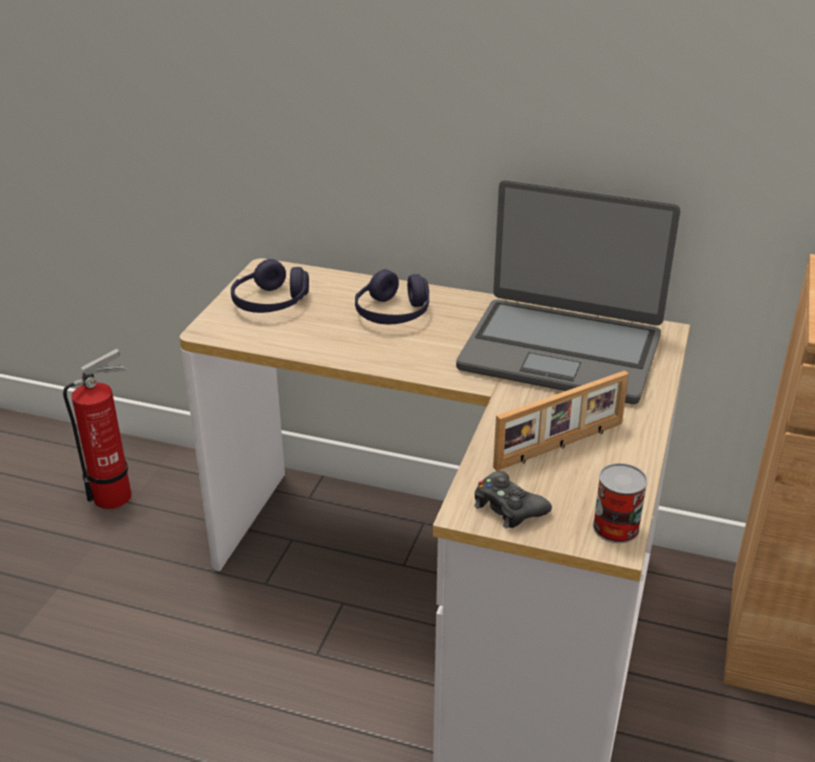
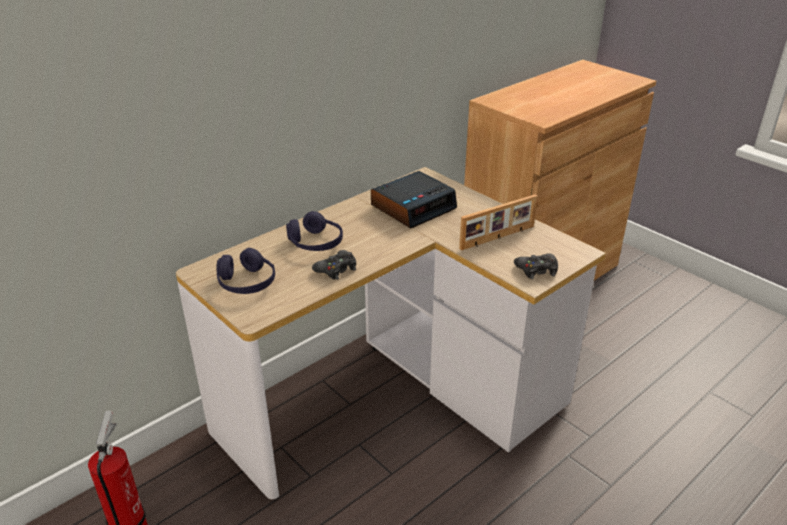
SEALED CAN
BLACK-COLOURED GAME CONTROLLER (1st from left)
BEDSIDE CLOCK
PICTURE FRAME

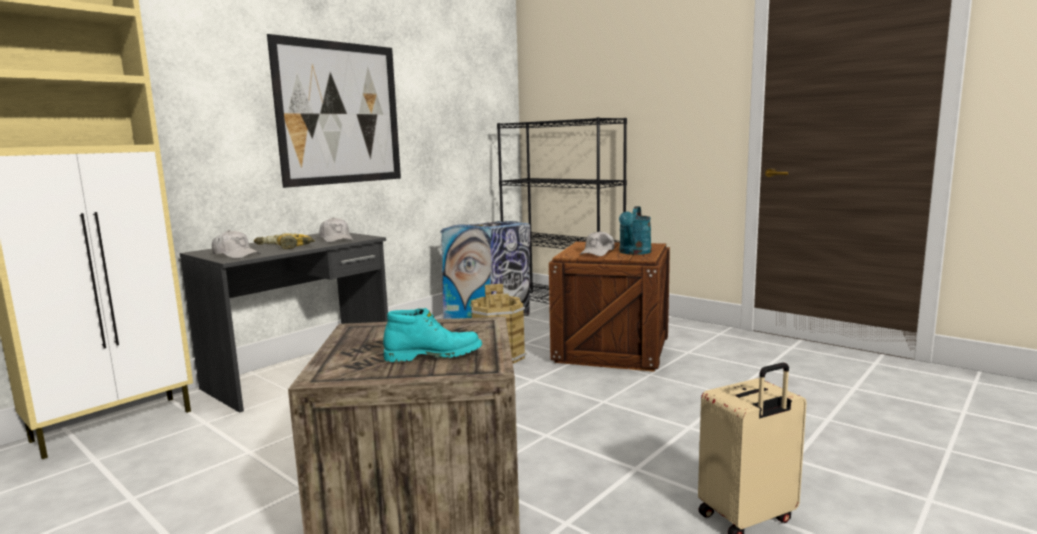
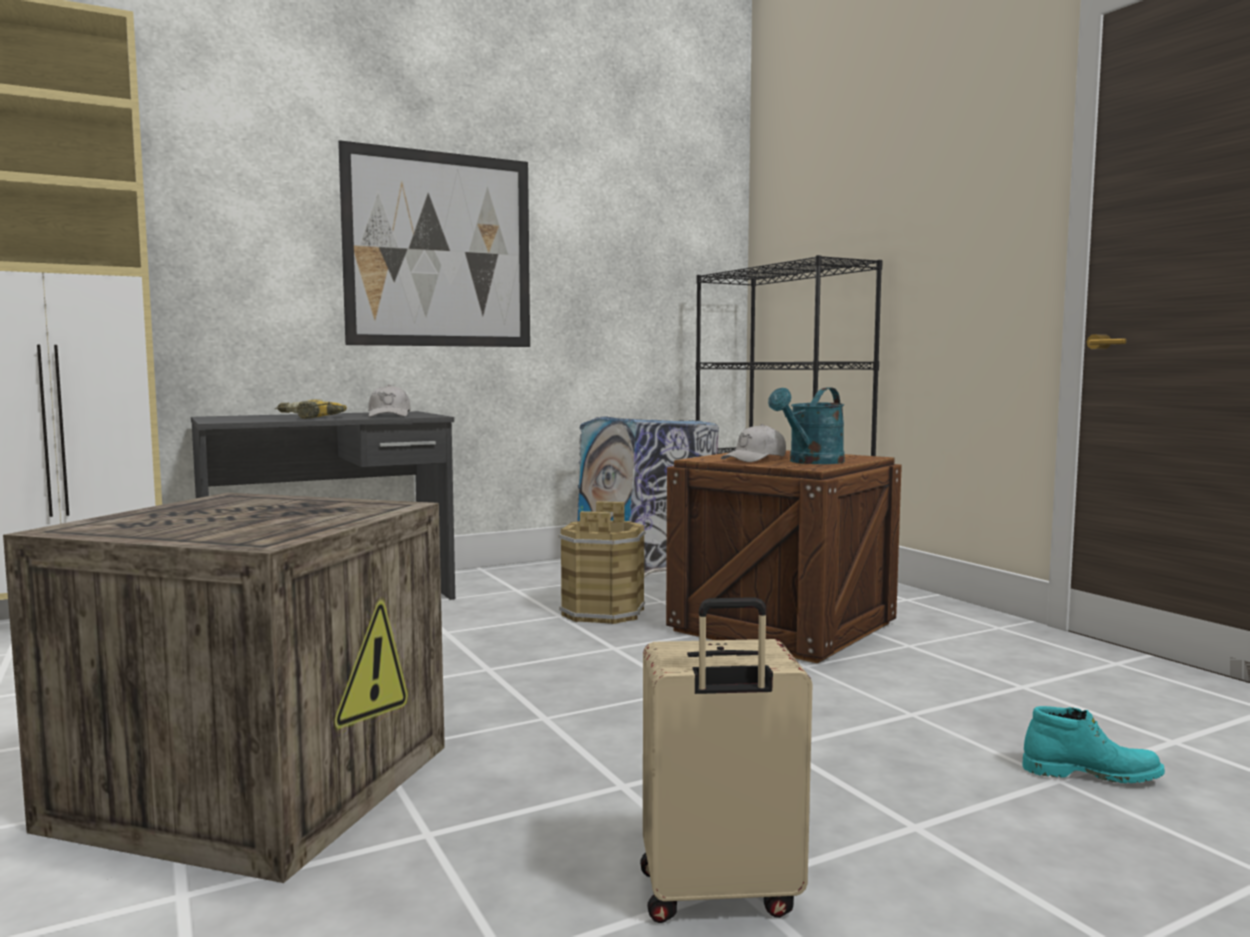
WHITE CAP (1st from left in the first image)
TURQUOISE HIGH-TOP BOOT

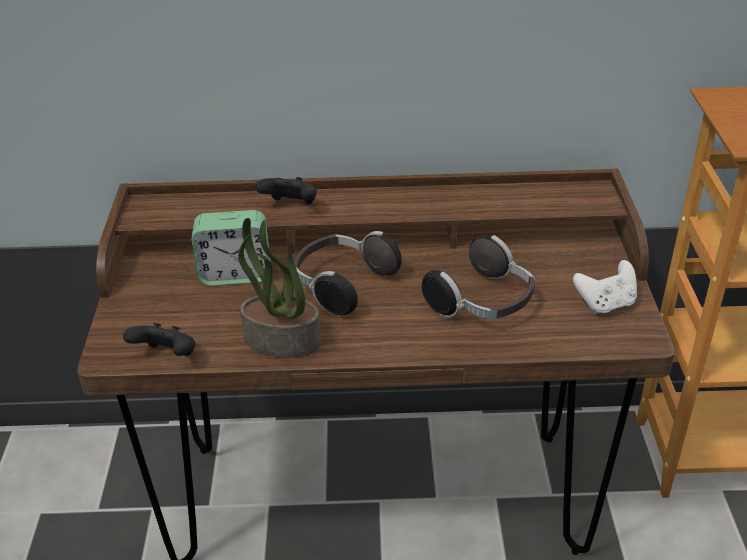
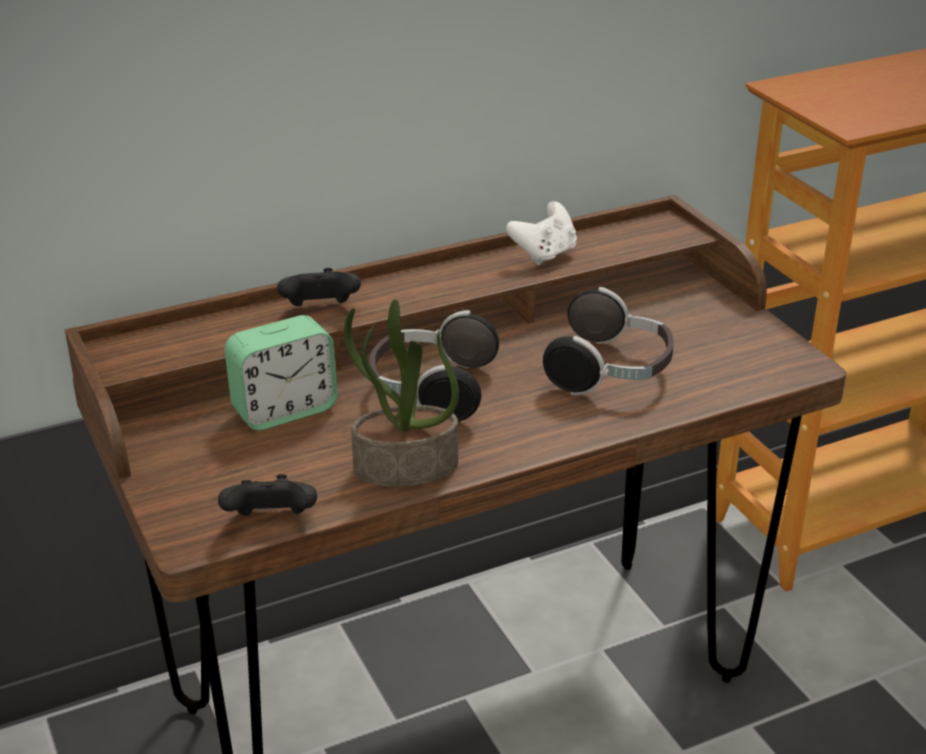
WHITE GAME CONTROLLER

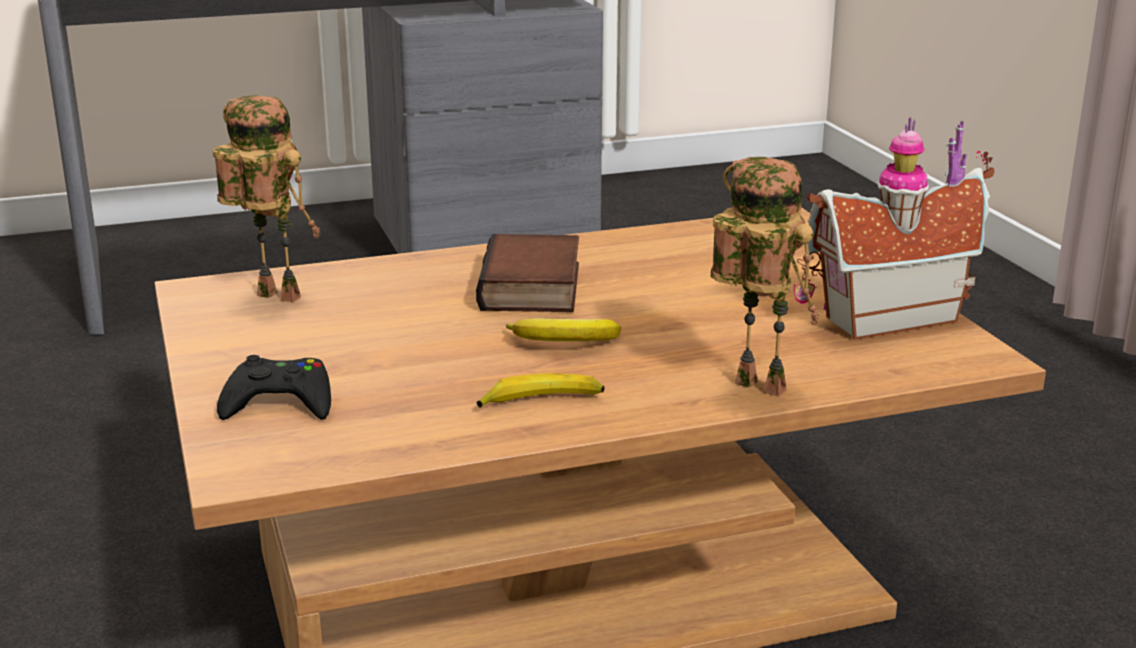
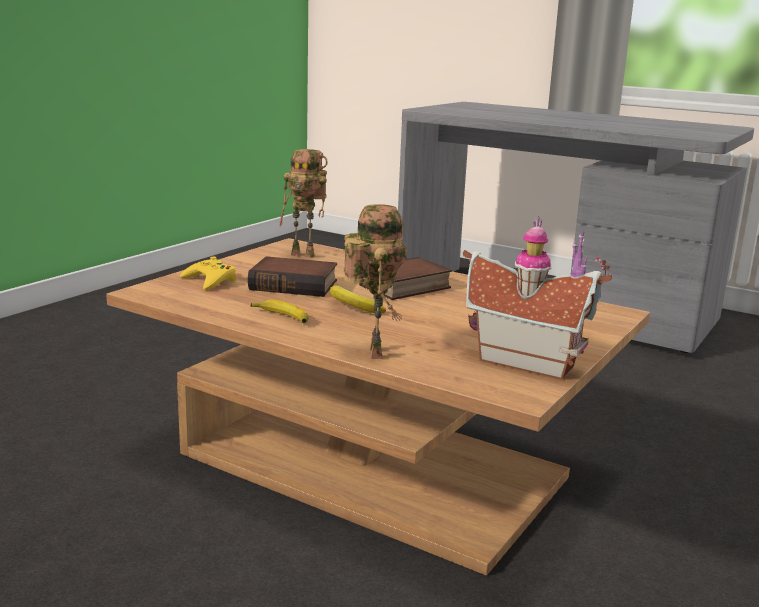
BOOK (1st from left)
YELLOW-COLOURED GAME CONTROLLER
ROBOT FIGURE (1st from left)

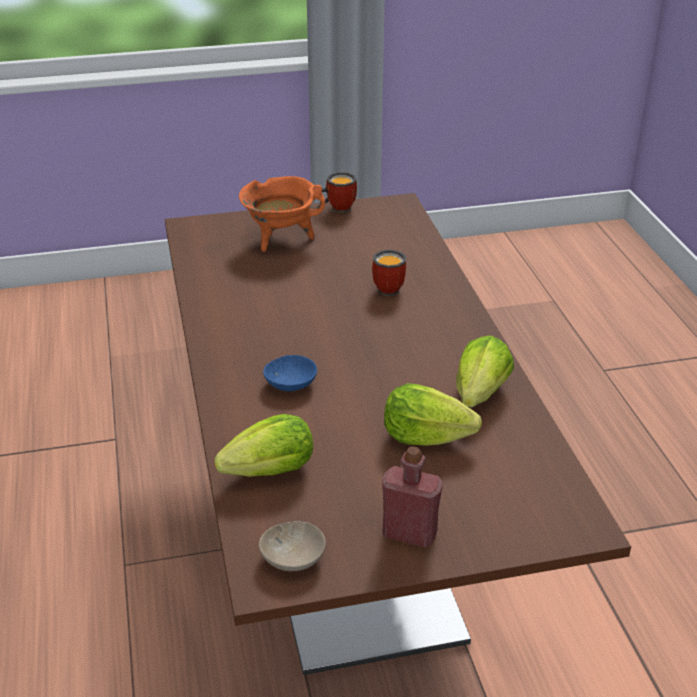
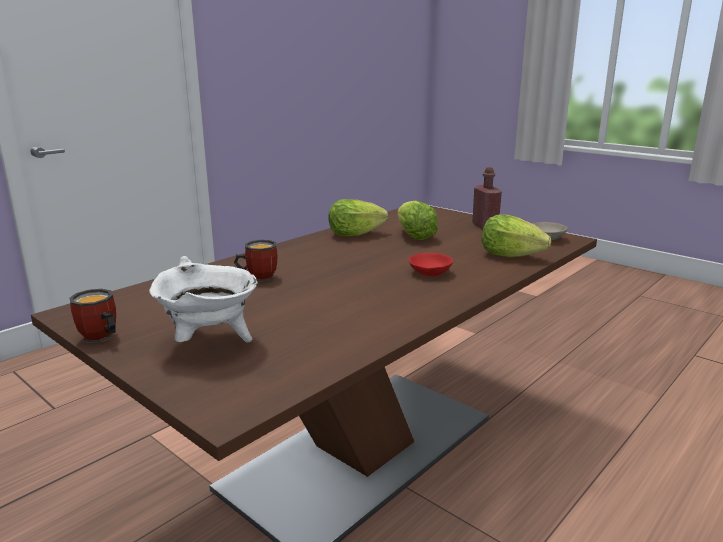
WHITE STOCKPOT
RED BOWL

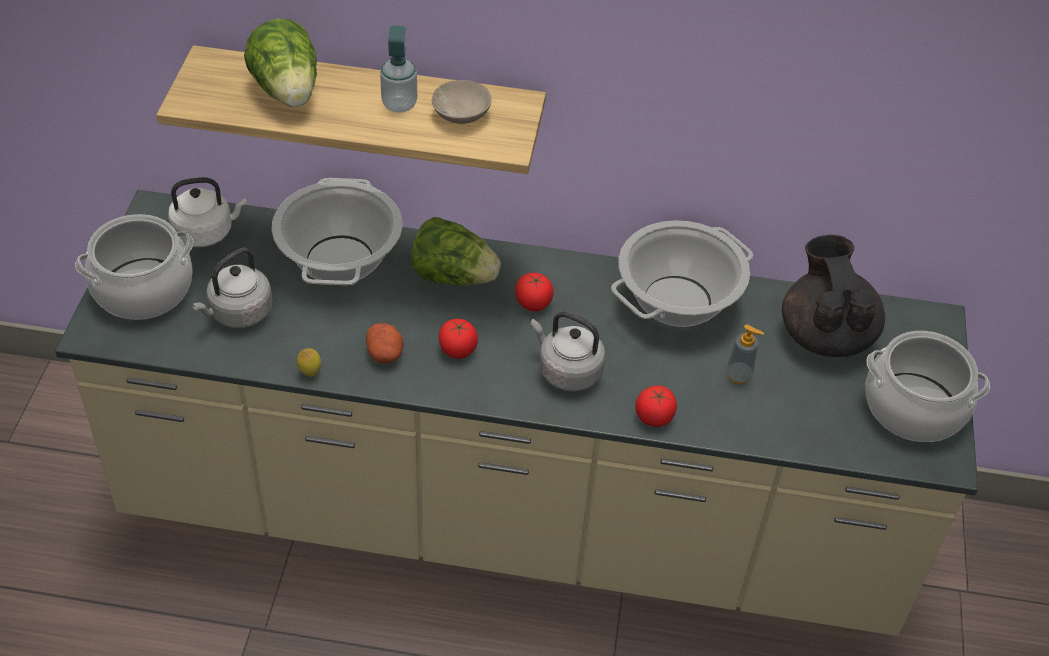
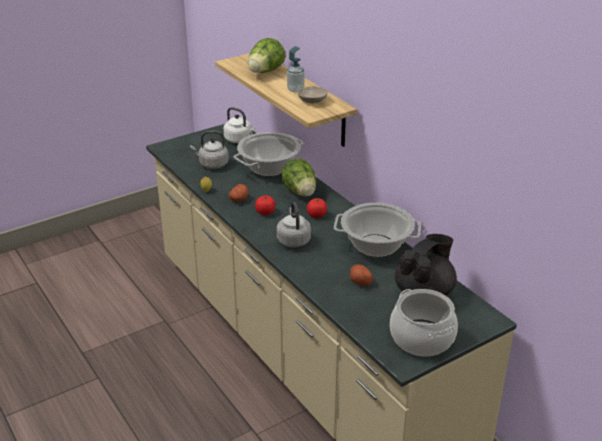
STOCKPOT (1st from left in the first image)
TOMATO (3rd from left in the first image)
SPUD (2nd from left)

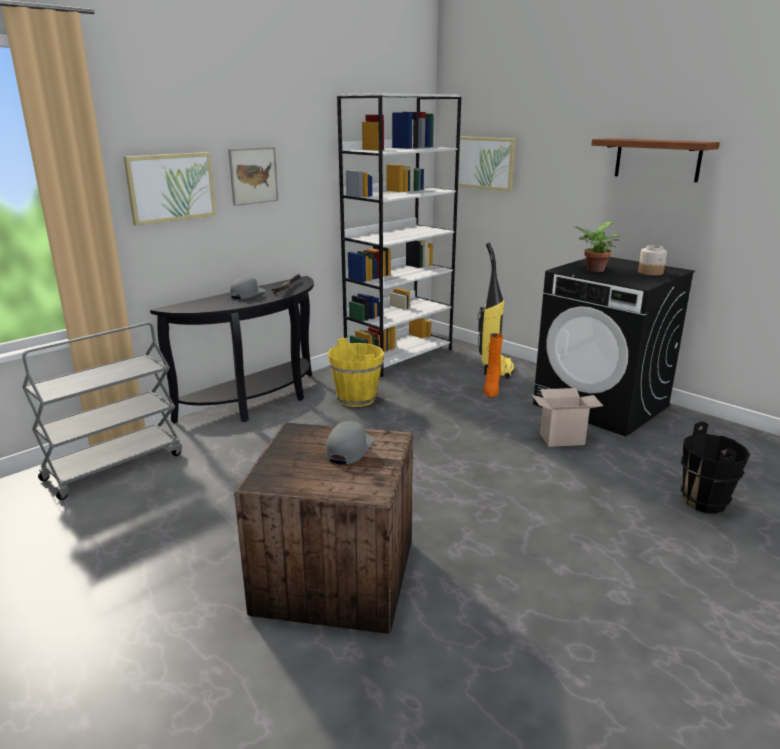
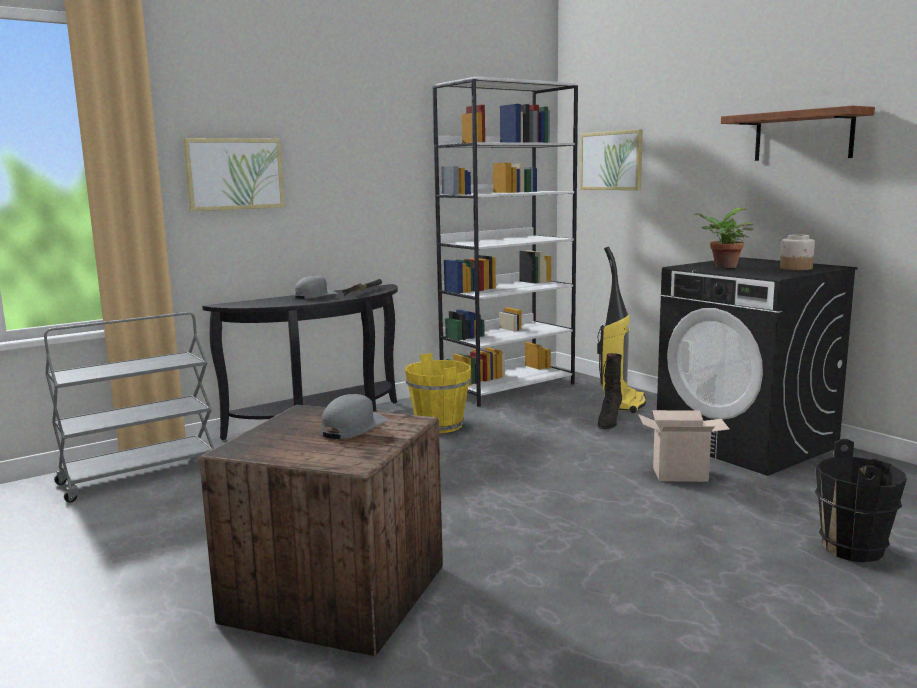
PICTURE (2nd from left in the first image)
BLACK-COLOURED HIGH-TOP BOOT

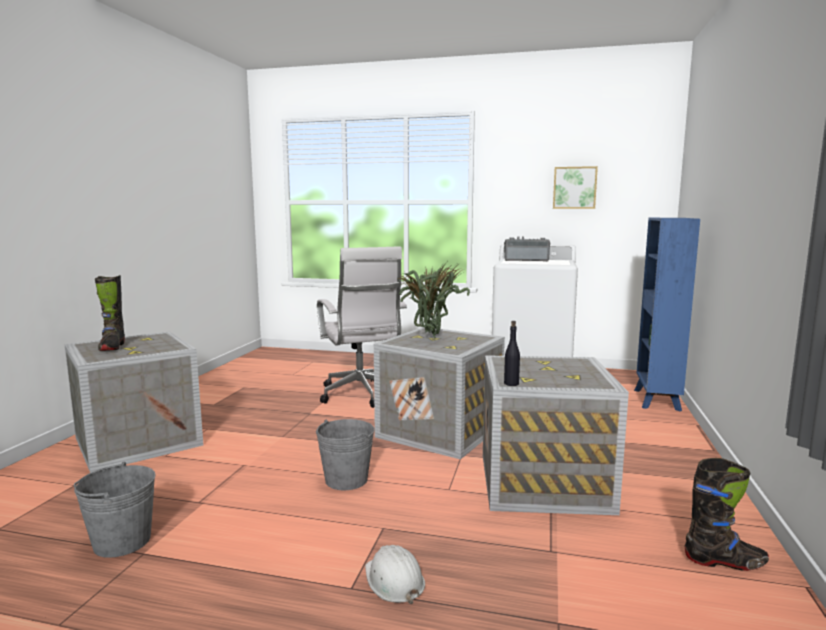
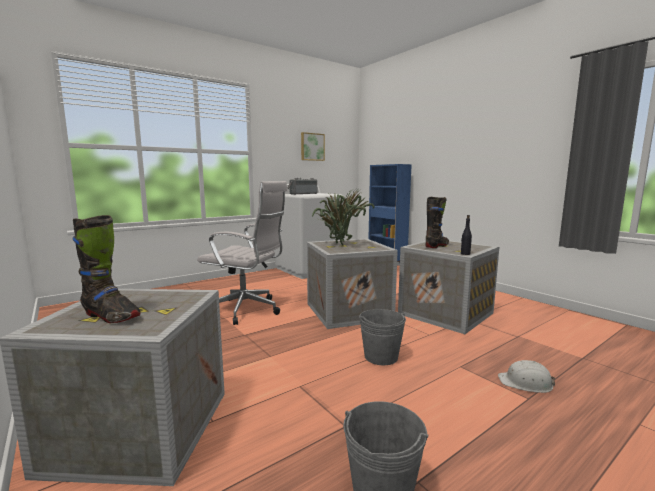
BLACK-COLOURED HIGH-TOP BOOT (2nd from left)

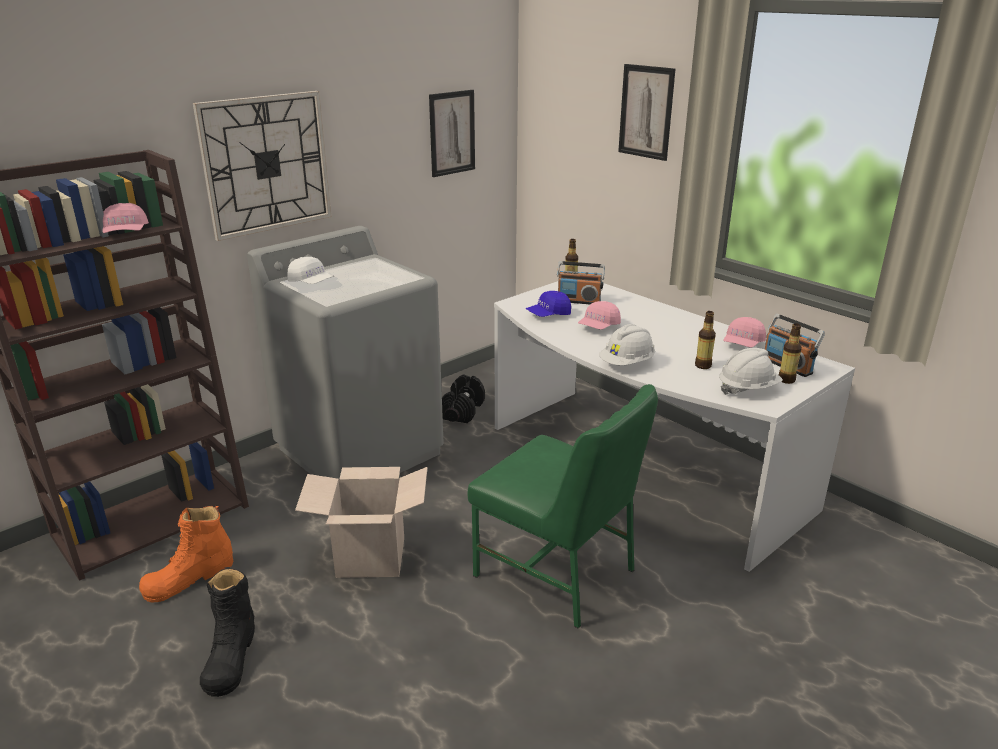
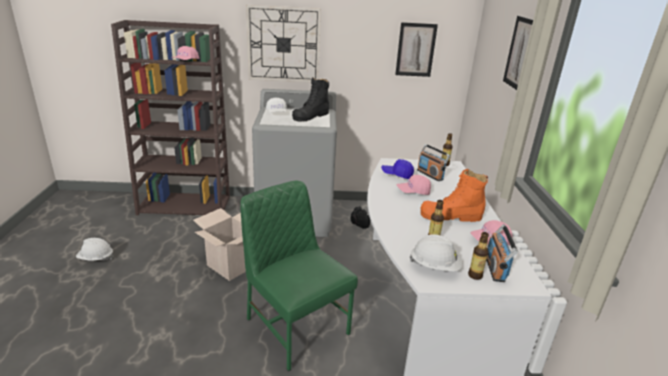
ORANGEY HIGH-TOP BOOT
BLACK-COLOURED HIGH-TOP BOOT
WHITE WORK HELMET (1st from left)
GREEN PLAIN CHAIR

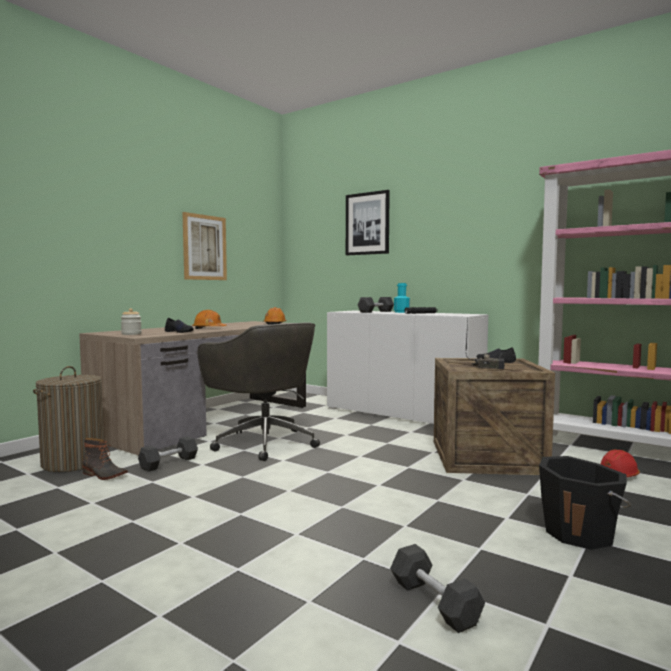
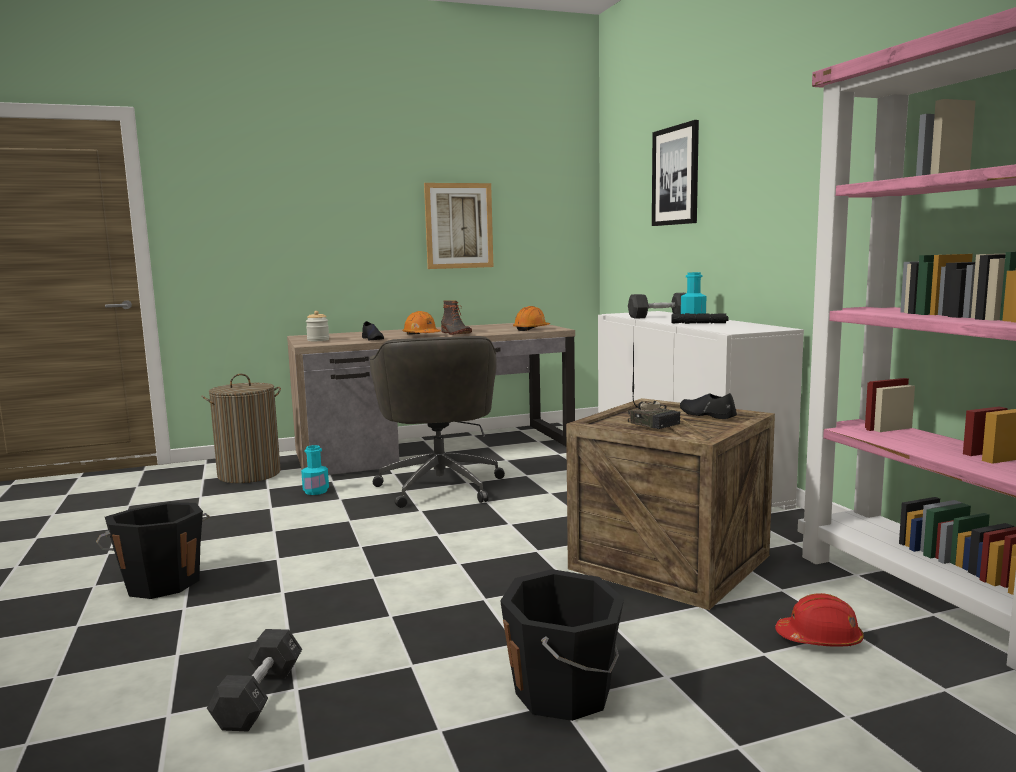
BLACK-COLOURED WATER BUCKET (1st from left)
HIGH-TOP BOOT
TURQUOISE DRINK BOTTLE (1st from left)

